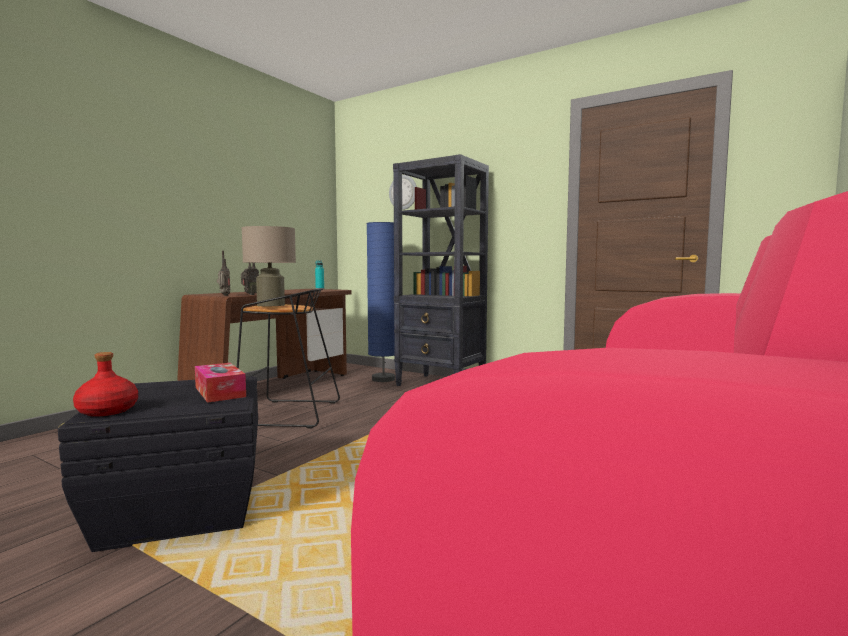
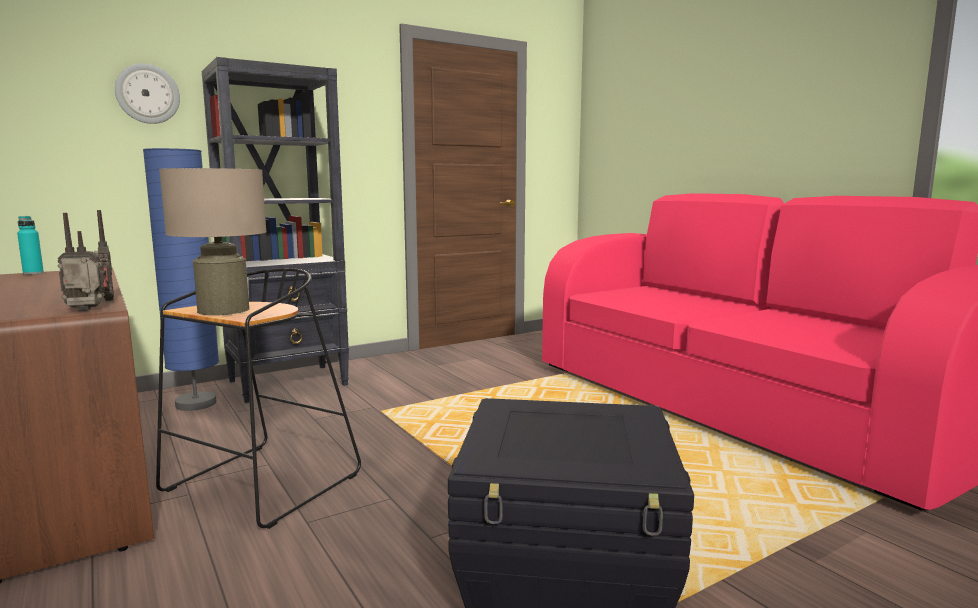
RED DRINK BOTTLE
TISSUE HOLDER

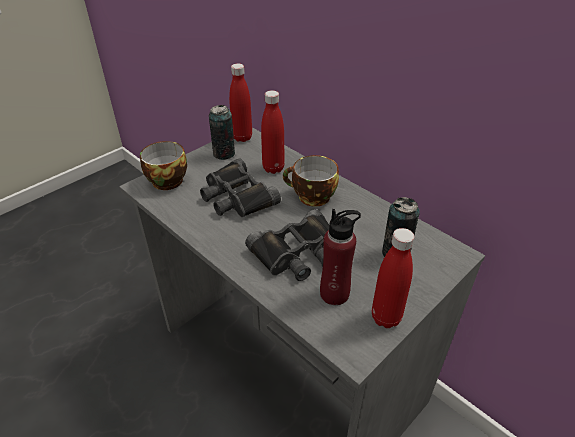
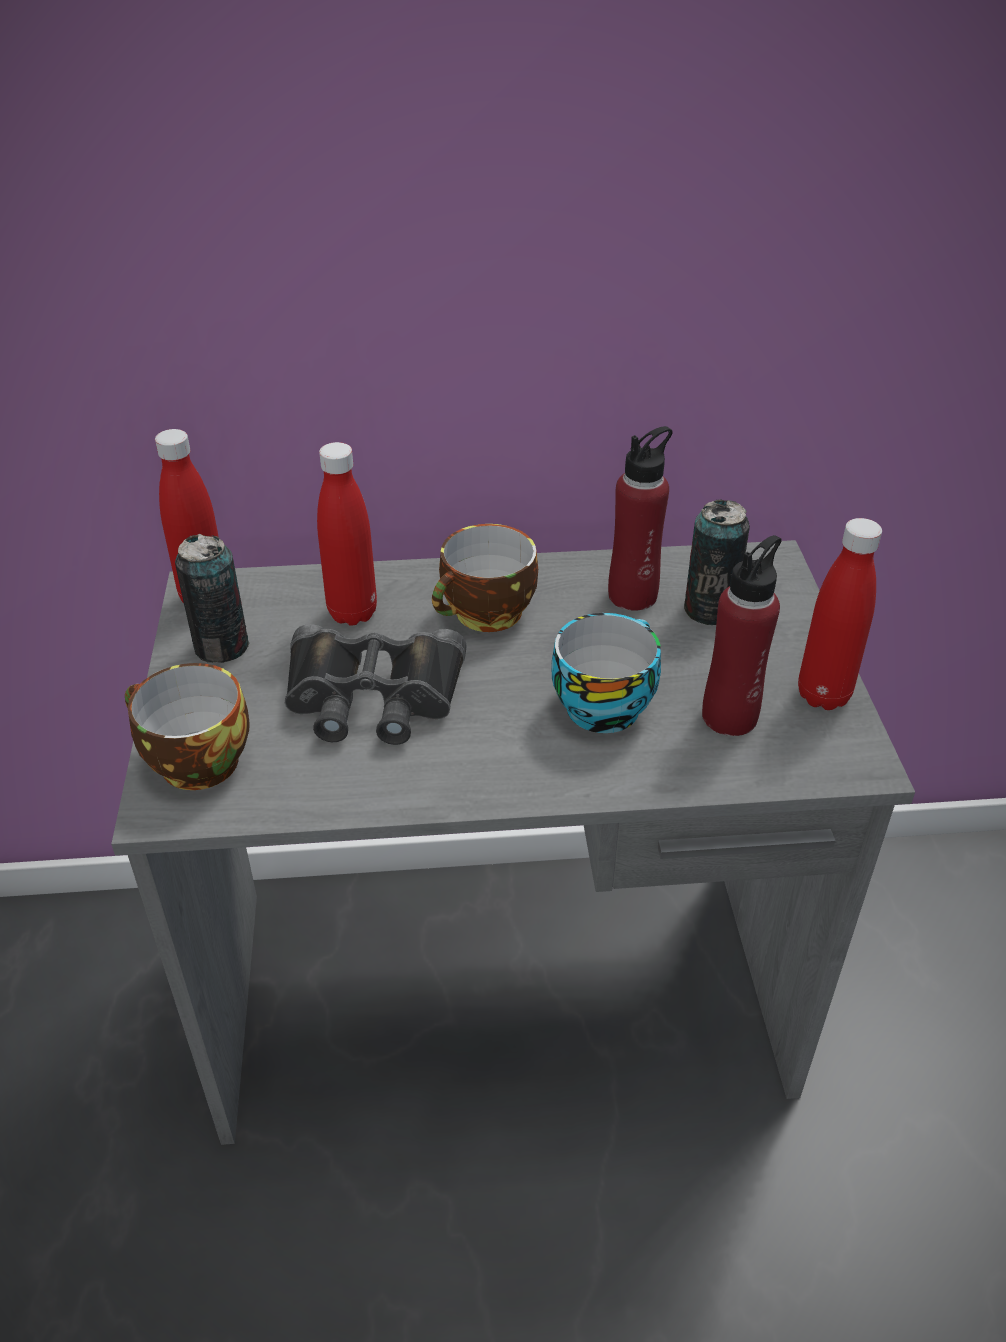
RED DRINK BOTTLE (3rd from left)
SMALL CUP (3rd from left)

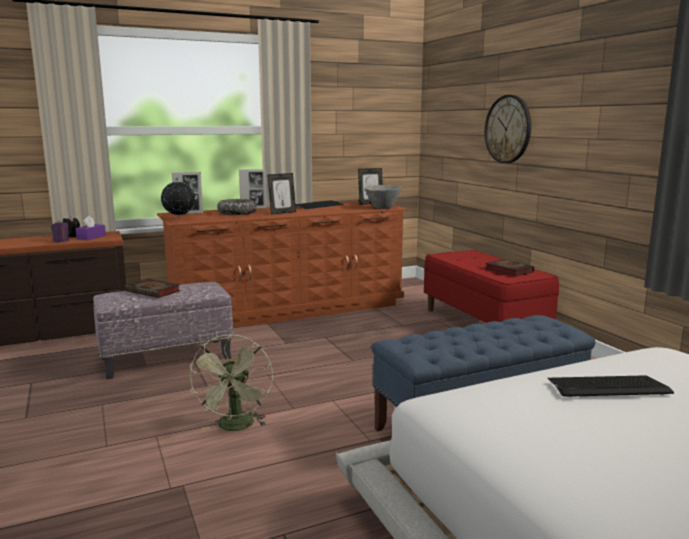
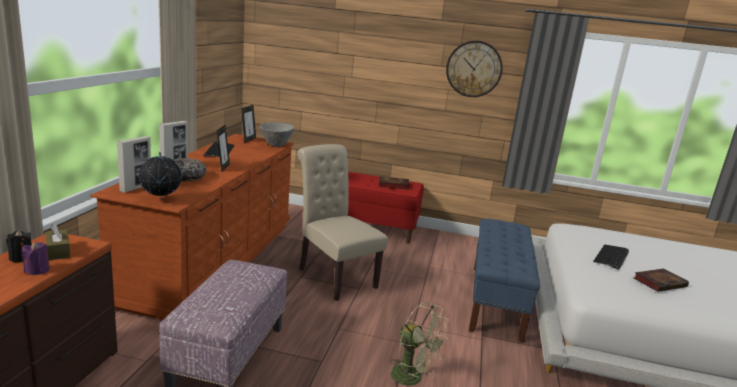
BEIGE-COLOURED PLAIN CHAIR
BOOK (2nd from left)
CLOCK ON THE WALL
BROWN-COLOURED TISSUE HOLDER

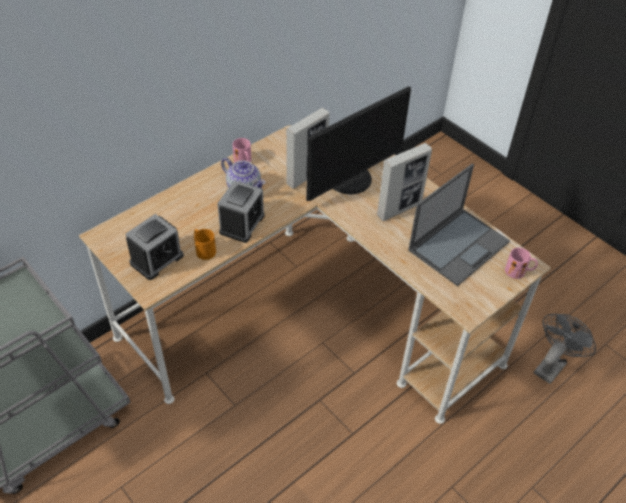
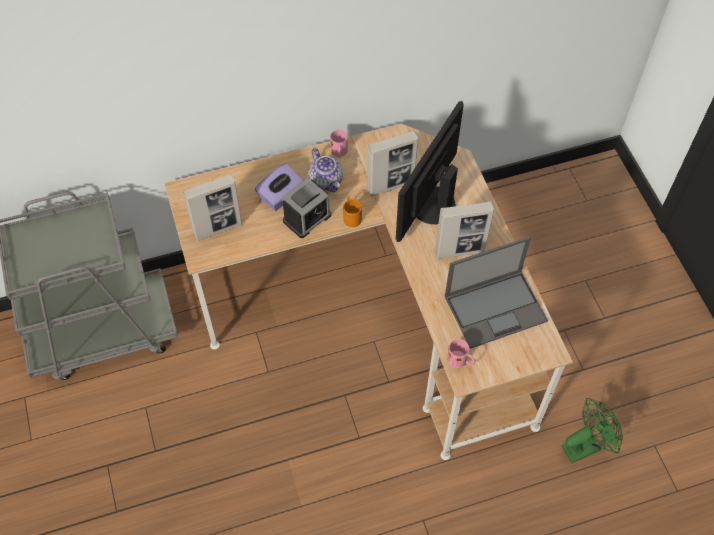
PURPLE-COLOURED TISSUE HOLDER
ORANGEY COFFEE MUG
PINK-COLOURED COFFEE MUG (2nd from left)
PICTURE FRAME (1st from left)
GREEN FAN
COMPUTER DISPLAY

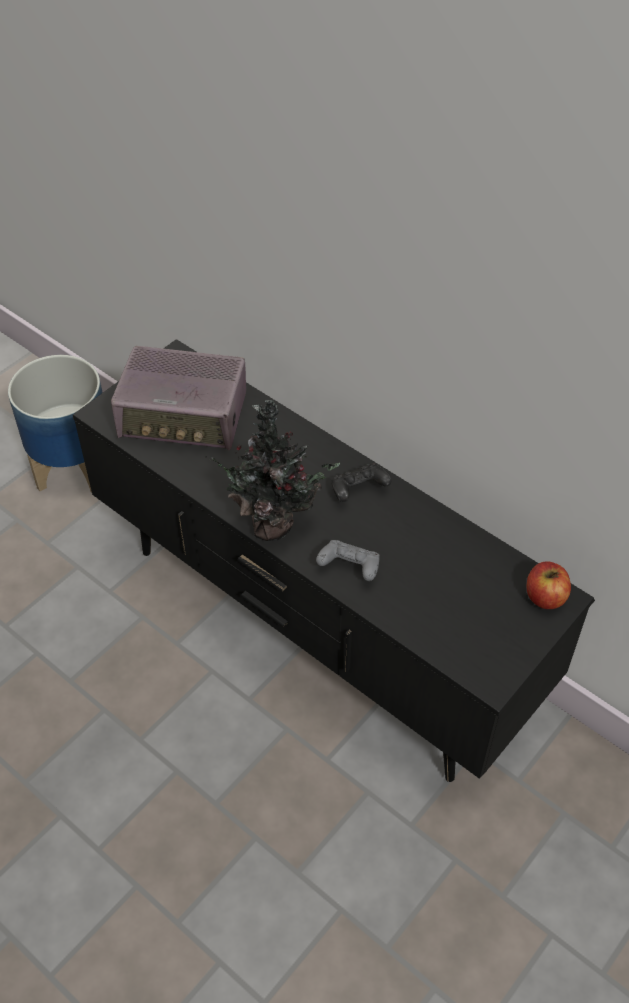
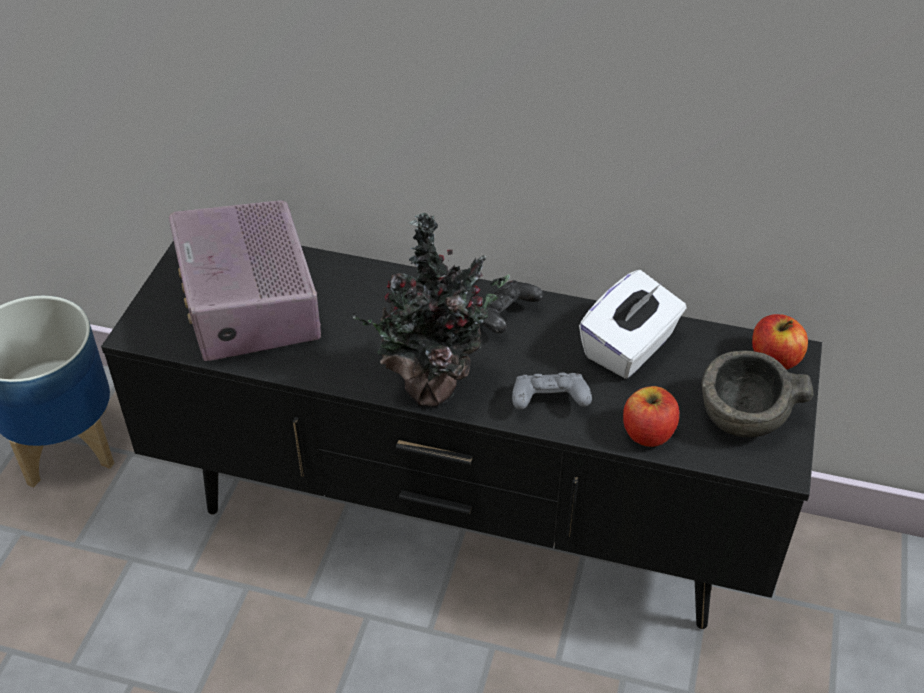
WHITE TISSUE HOLDER
APPLE (1st from left)
GRAY BOWL
RADIO SET

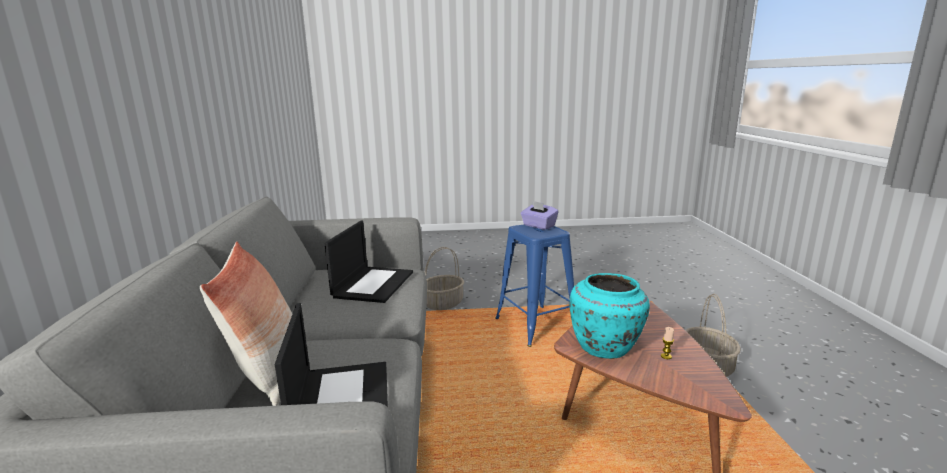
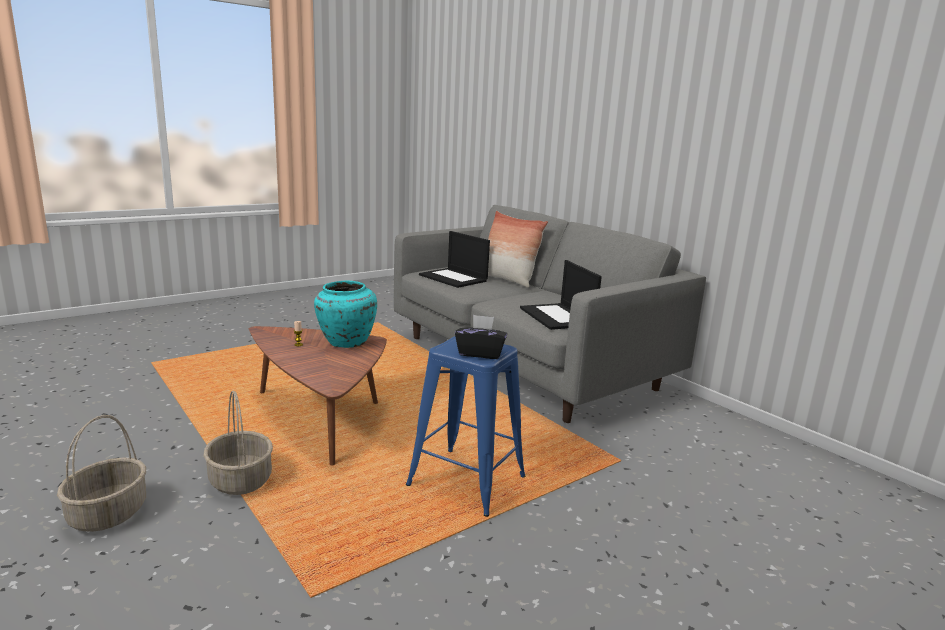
HOUSEHOLD BASKET (1st from left)
BLACK-COLOURED TISSUE HOLDER

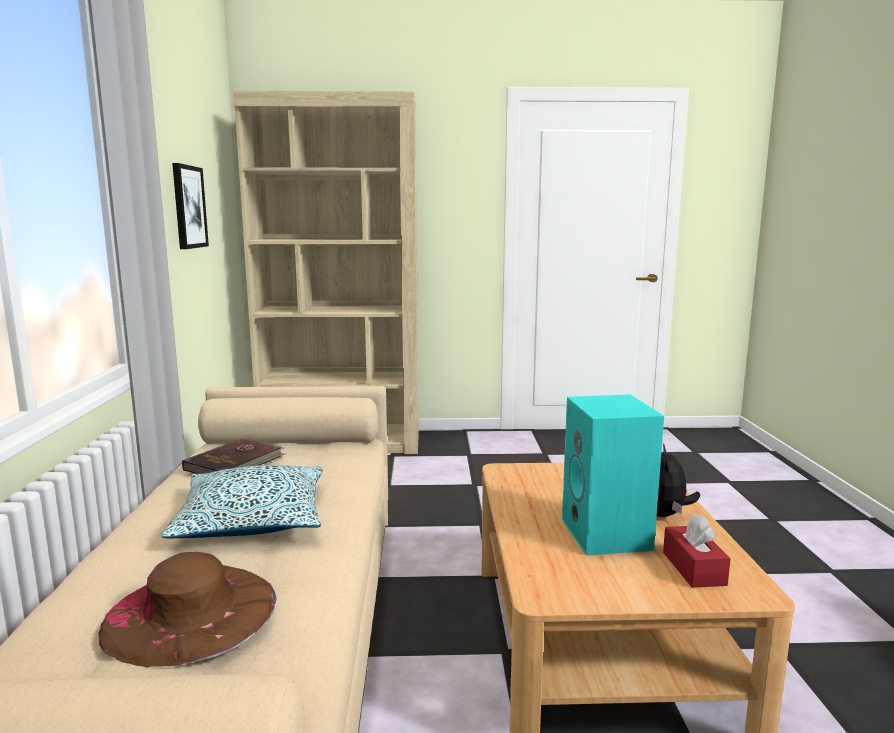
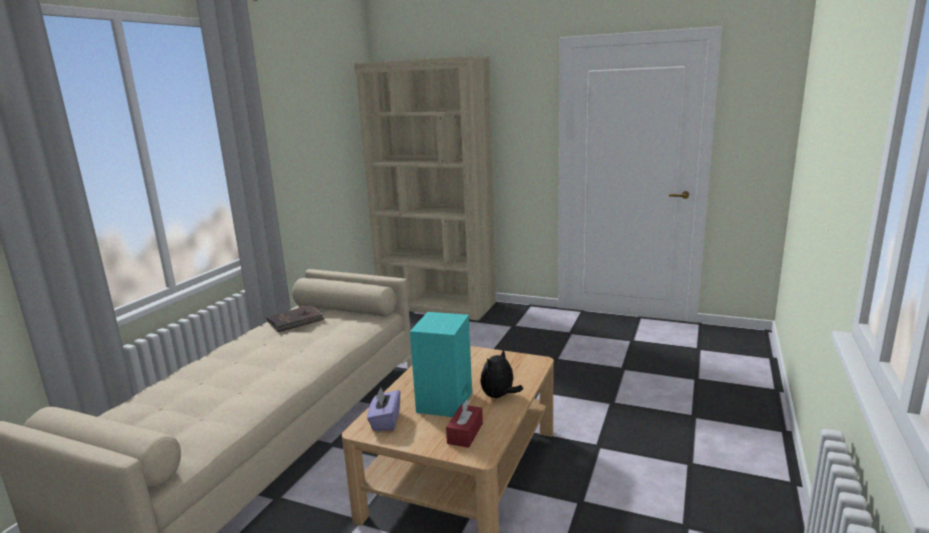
BROWN-COLOURED CLOTHING HAT
THROW PILLOW
PICTURE
PURPLE-COLOURED TISSUE HOLDER

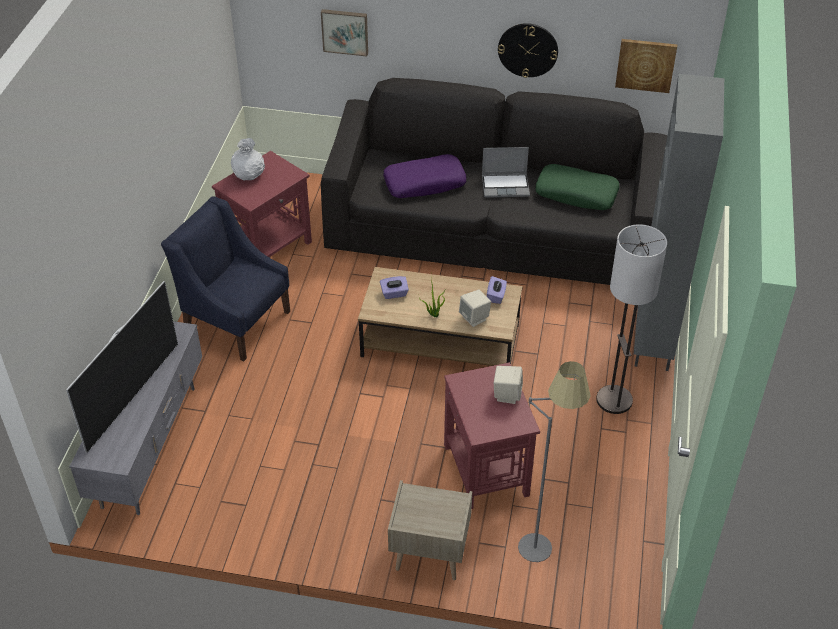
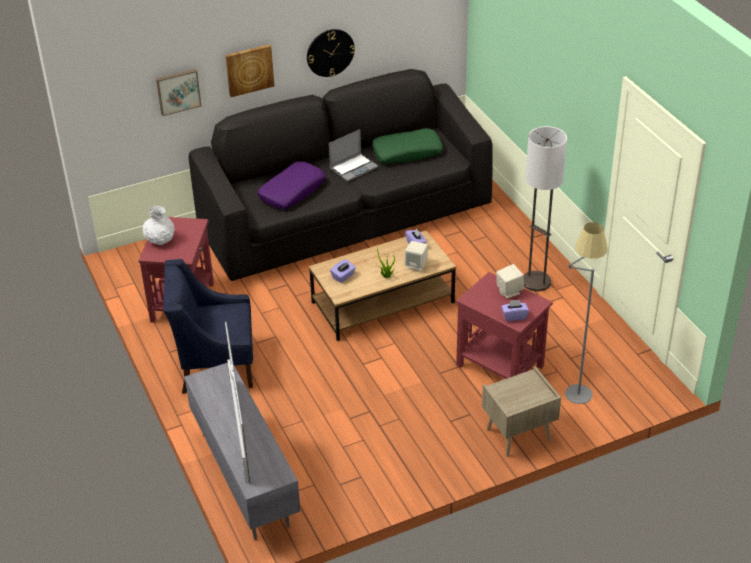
GRAY STORAGE CABINET
PURPLE-COLOURED TISSUE HOLDER (3rd from left)
PICTURE (2nd from left)

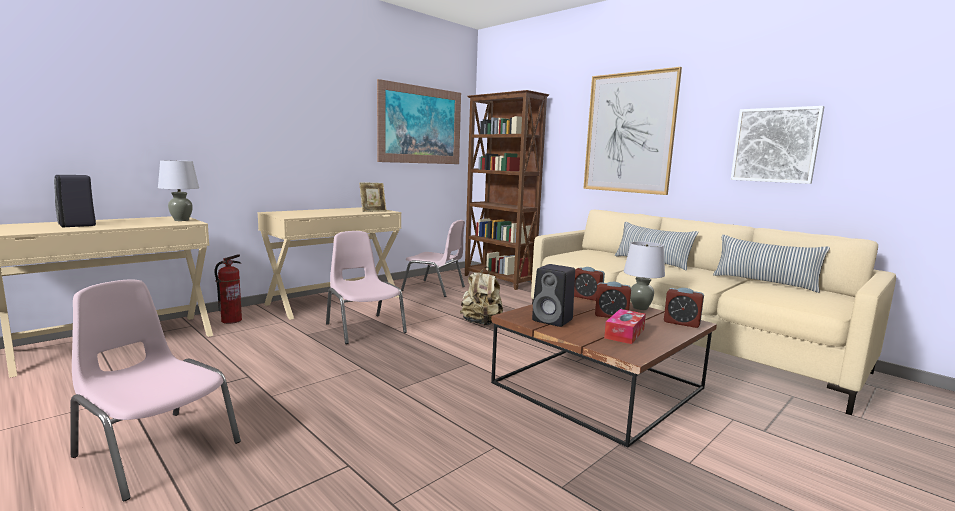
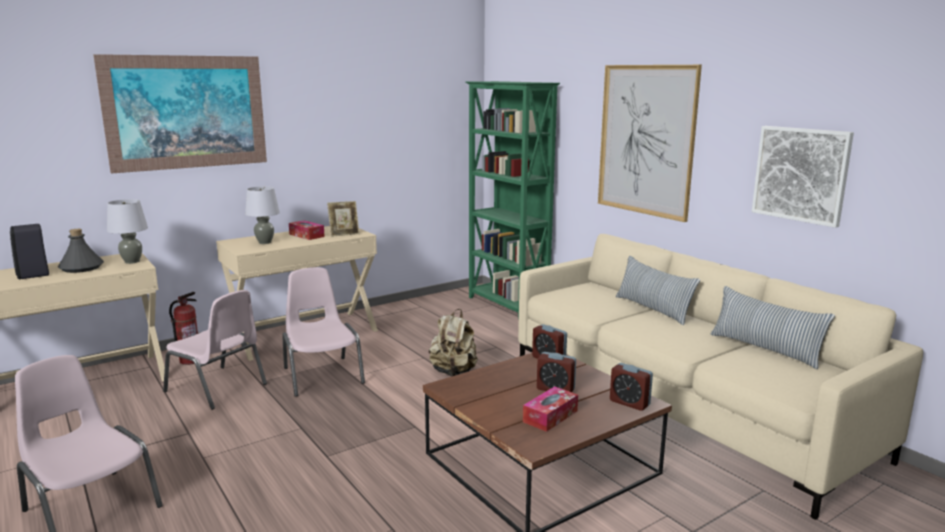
BLACK-COLOURED LOUDSPEAKER (2nd from left in the first image)
GRAY DRINK BOTTLE
TISSUE HOLDER (1st from left)
PICTURE (1st from left)
PINK-COLOURED PLAIN CHAIR (2nd from left)
GRAY TABLETOP LAMP (2nd from left)
GREEN BOOKSHELF

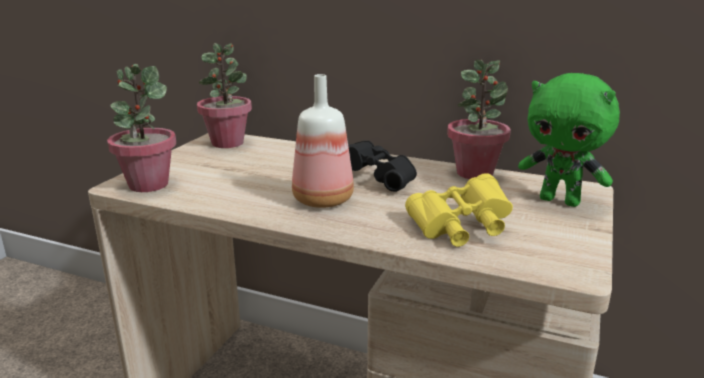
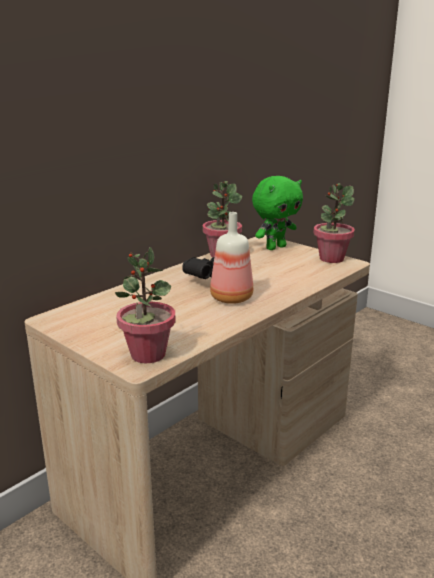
YELLOW-COLOURED BINOCULARS
HOUSEPLANT (3rd from left)

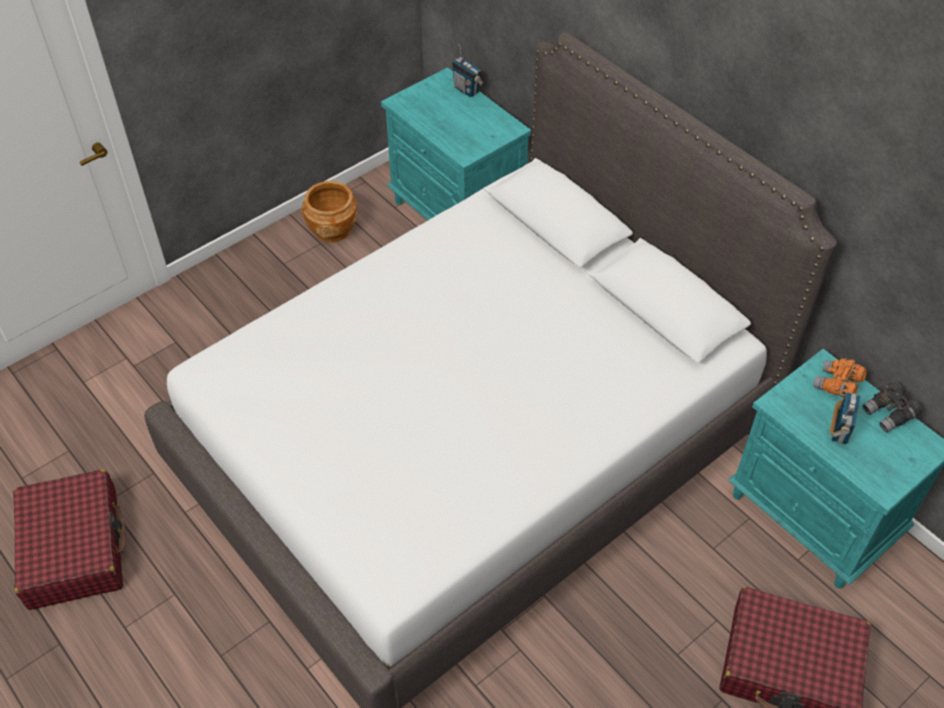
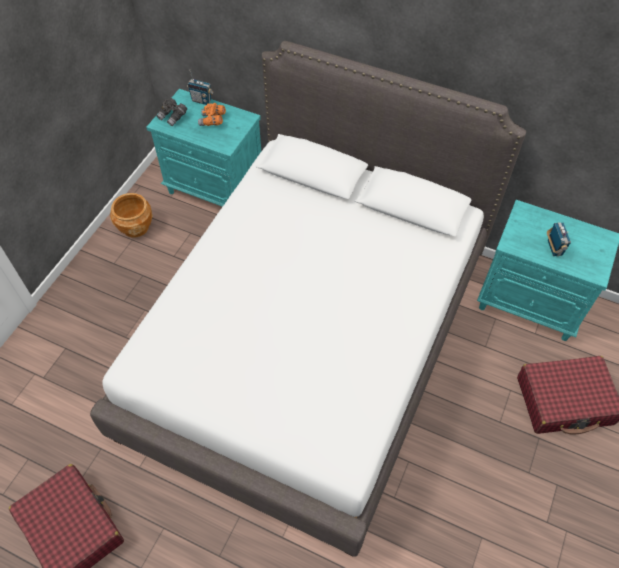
ORANGEY BINOCULARS
GRAY BINOCULARS

